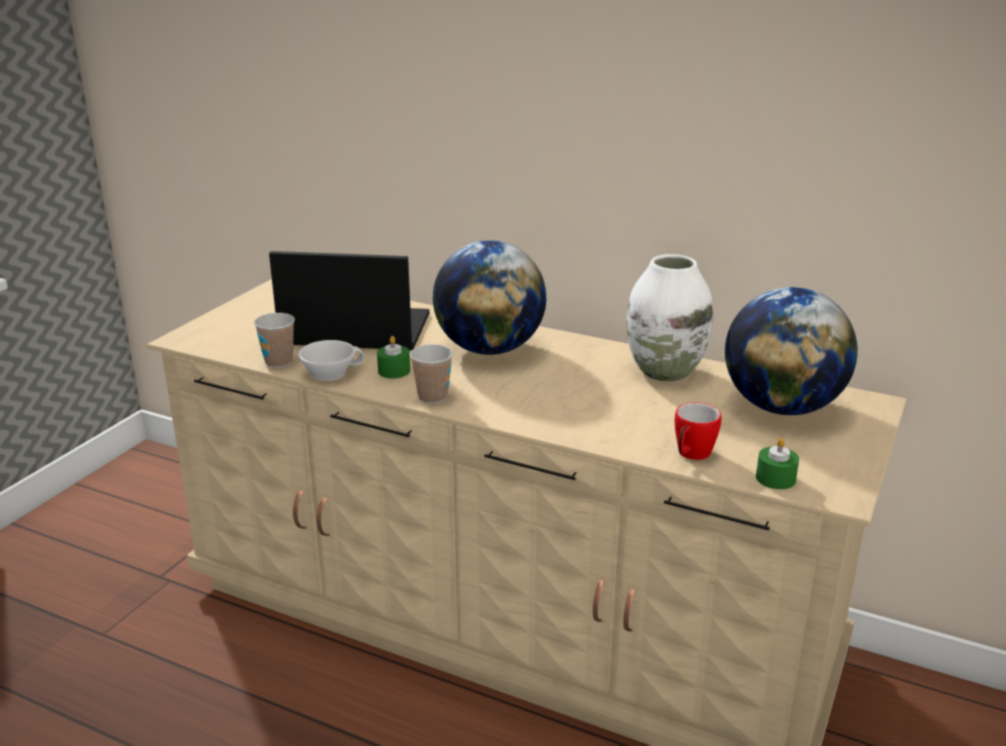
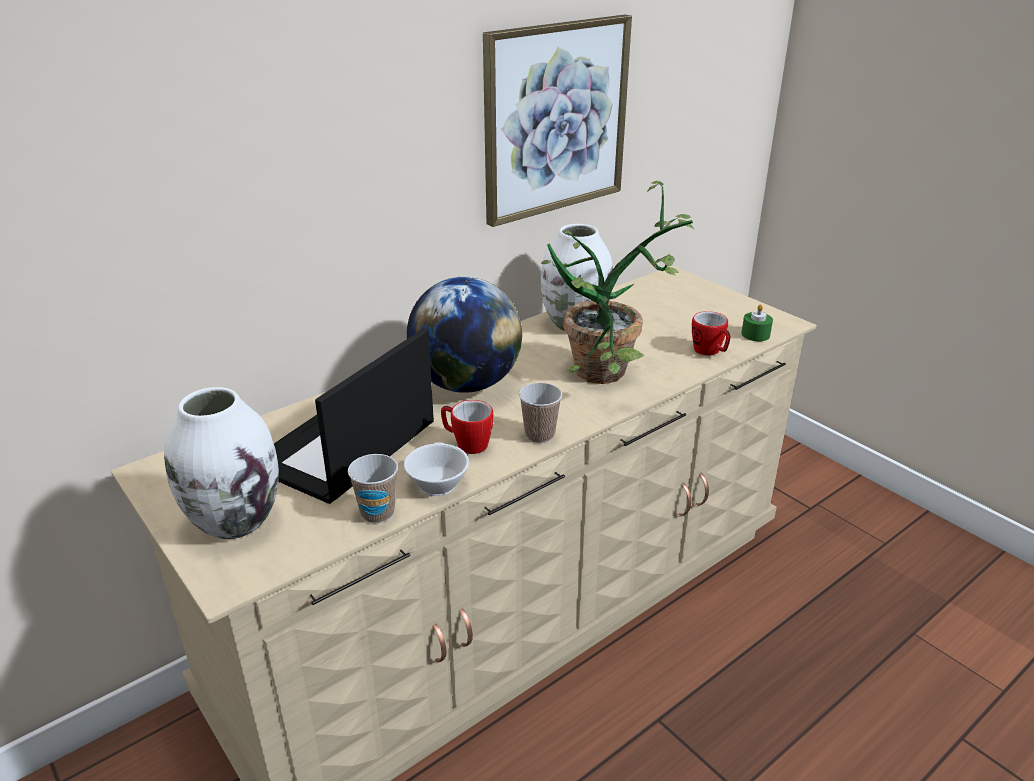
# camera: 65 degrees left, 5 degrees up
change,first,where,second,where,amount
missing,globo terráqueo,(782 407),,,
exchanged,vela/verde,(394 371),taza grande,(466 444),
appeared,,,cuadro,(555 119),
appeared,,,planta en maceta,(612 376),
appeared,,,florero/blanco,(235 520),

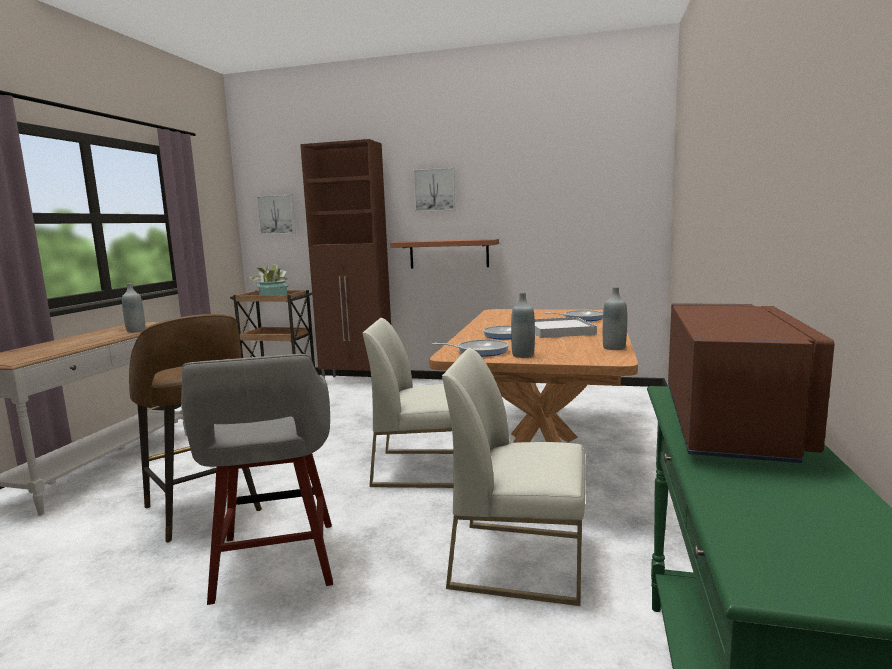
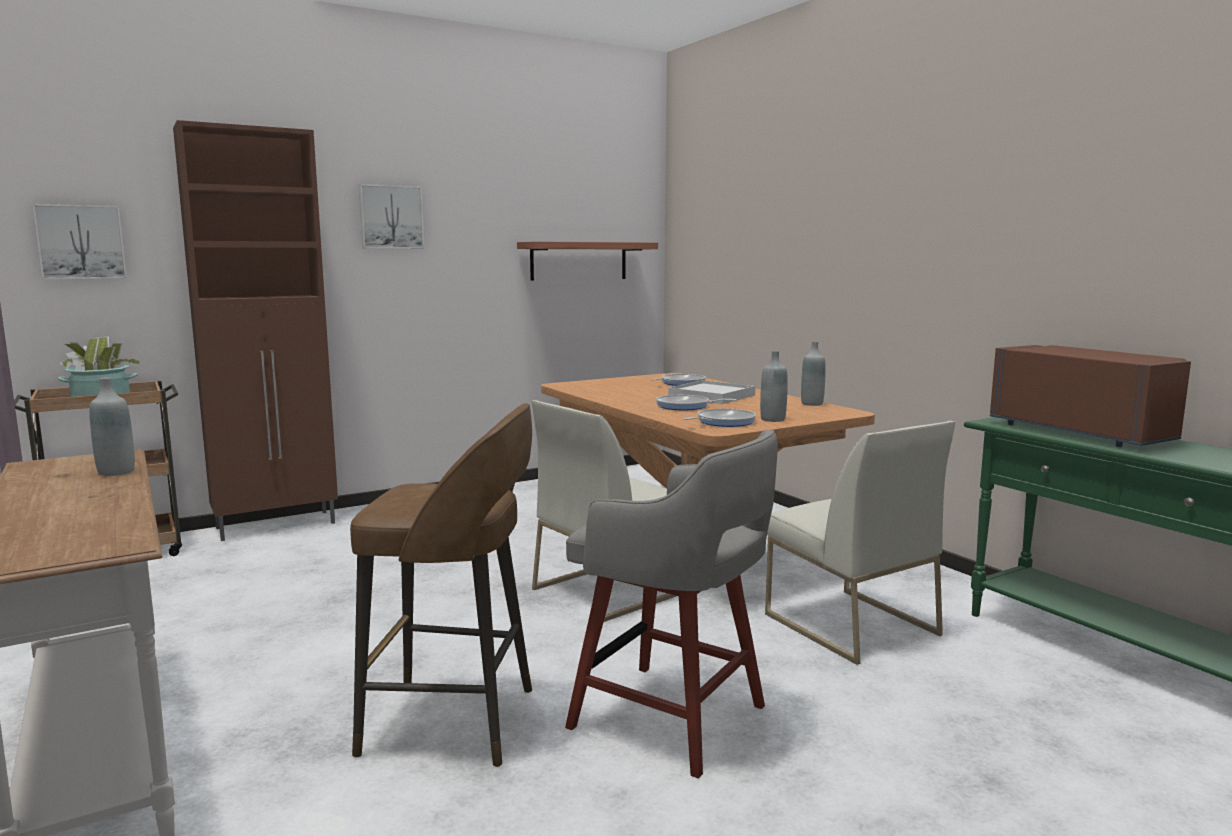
# camera: 45 degrees left, 0 degrees up
change,first,where,second,where,amount
relocated,estante,(449 254),,(579 261),
spun,silla/blanco,(520 560),,(849 624),90 degrees counterclockwise

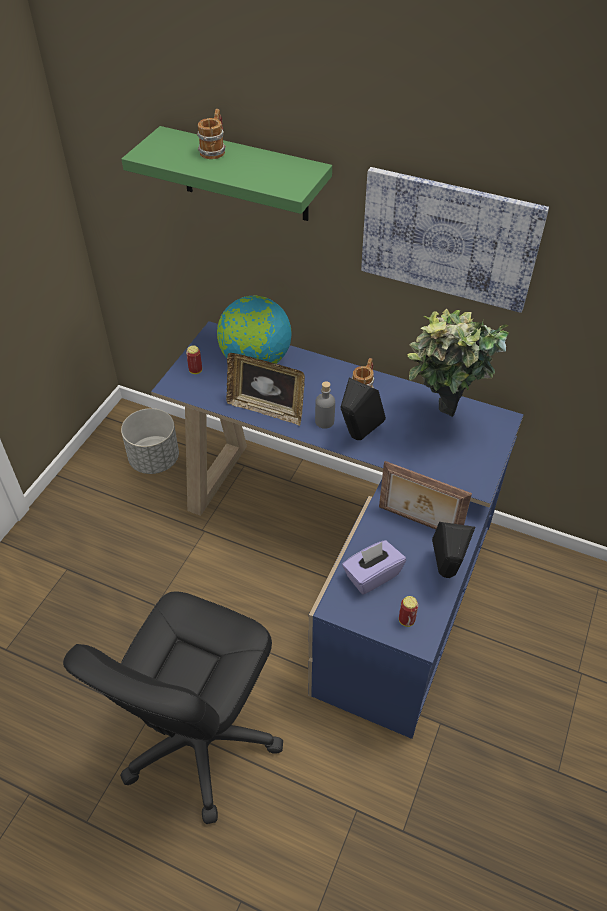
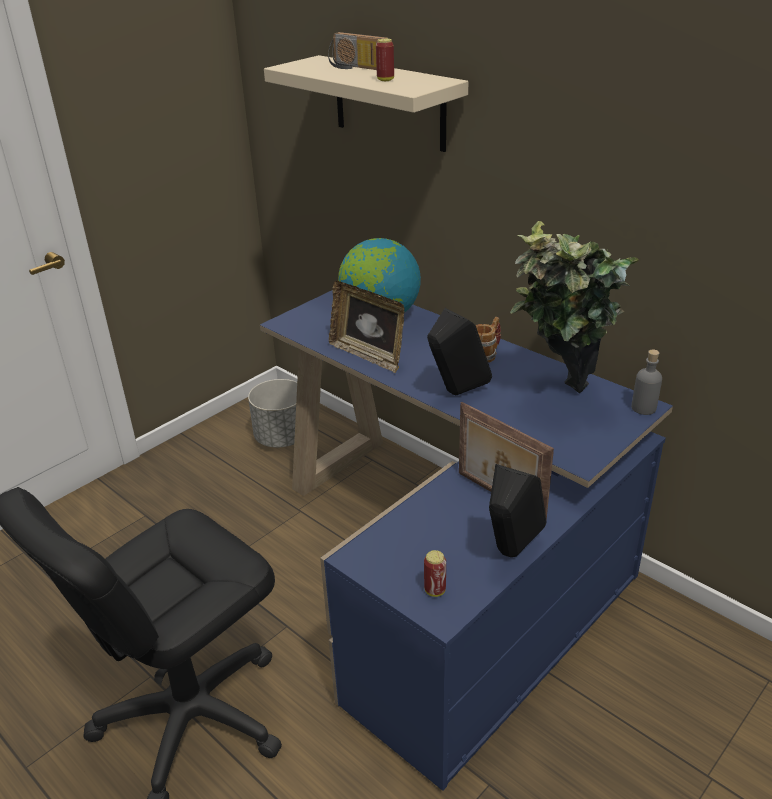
# camera: 20 degrees right, 15 degrees down
change,first,where,second,where,amount
exchanged,taza grande,(214 150),radio,(356 68),
colour,estante/verde,(245 175),estante/beis,(389 103),
missing,cuadro,(449 238),,,
relocated,lata,(195 371),,(385 80),
relocated,botella/gris,(324 421),,(643 408),
missing,caja de pañuelos/morado,(372 575),,,

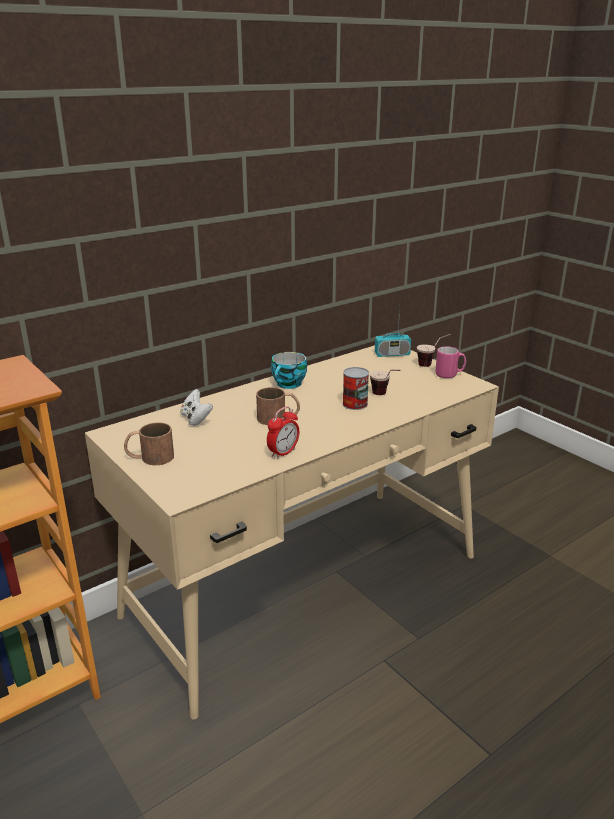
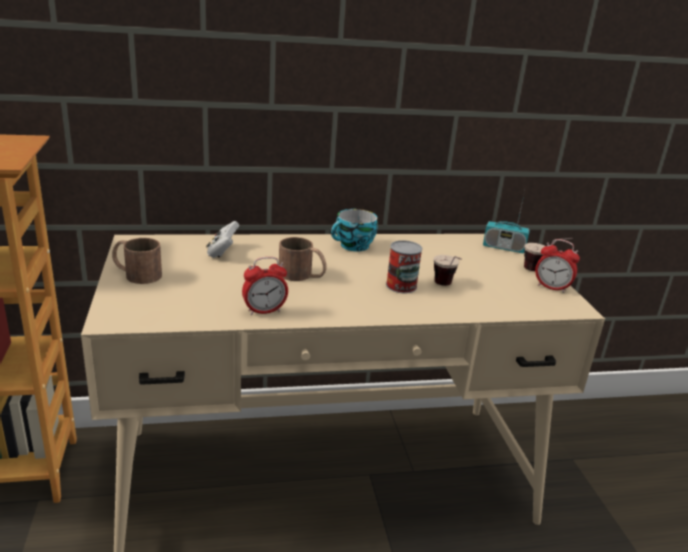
# camera: 25 degrees right, 0 degrees up
change,first,where,second,where,amount
exchanged,taza grande/rosa,(449 375),despertador,(551 288),

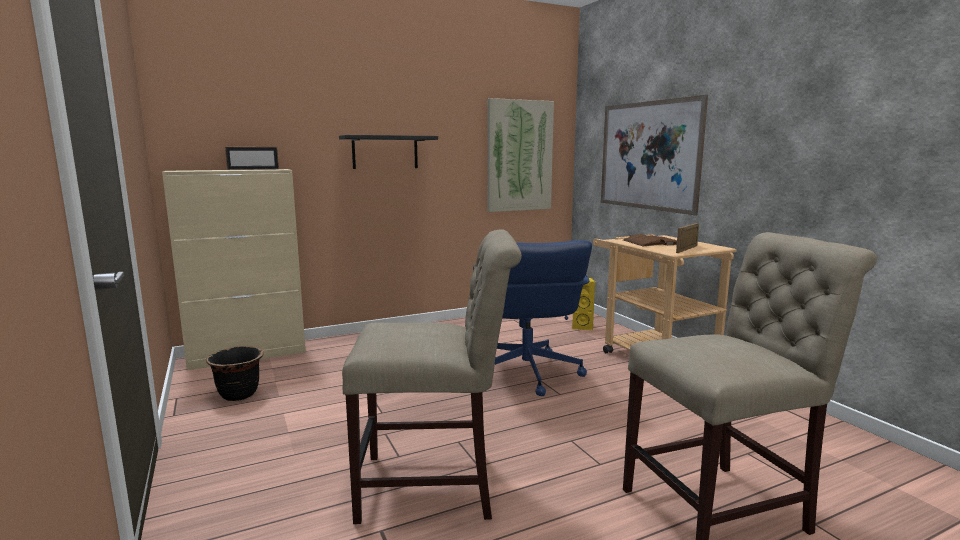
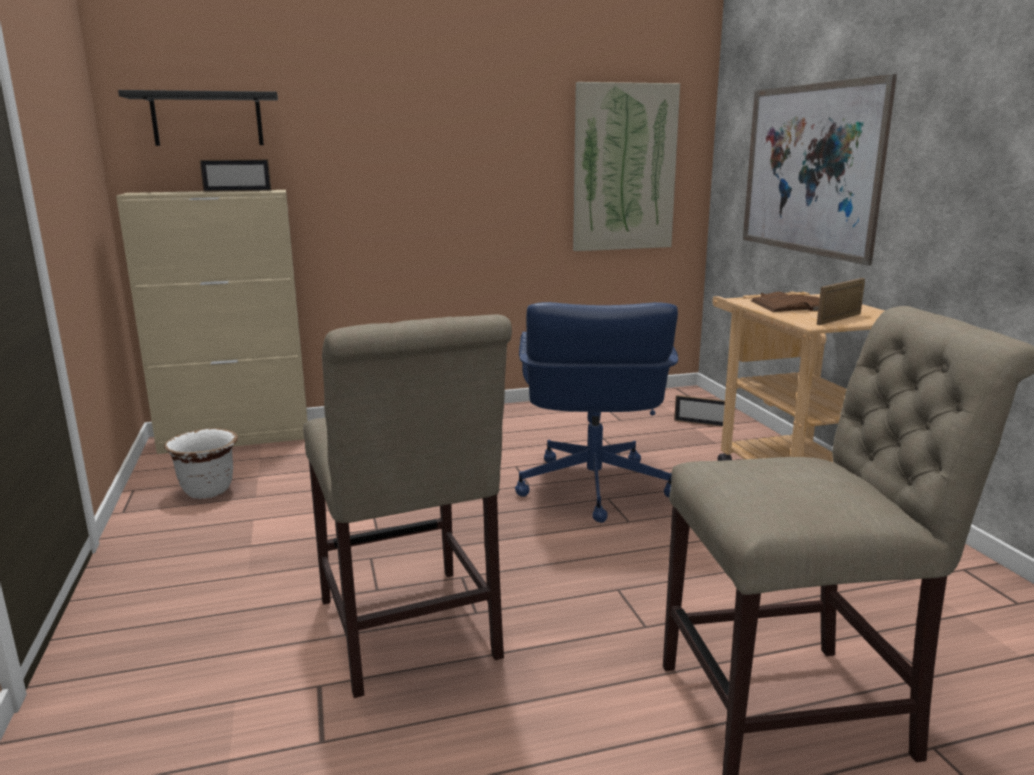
# camera: 10 degrees right, 5 degrees up
change,first,where,second,where,amount
relocated,estante/negro,(385 152),,(207 119),
spun,silla/beis,(436 486),,(409 635),60 degrees clockwise
exchanged,altavoz/amarillo,(583 327),portarretratos,(703 423),
colour,maceta/negro,(239 394),maceta/blanco,(208 491),

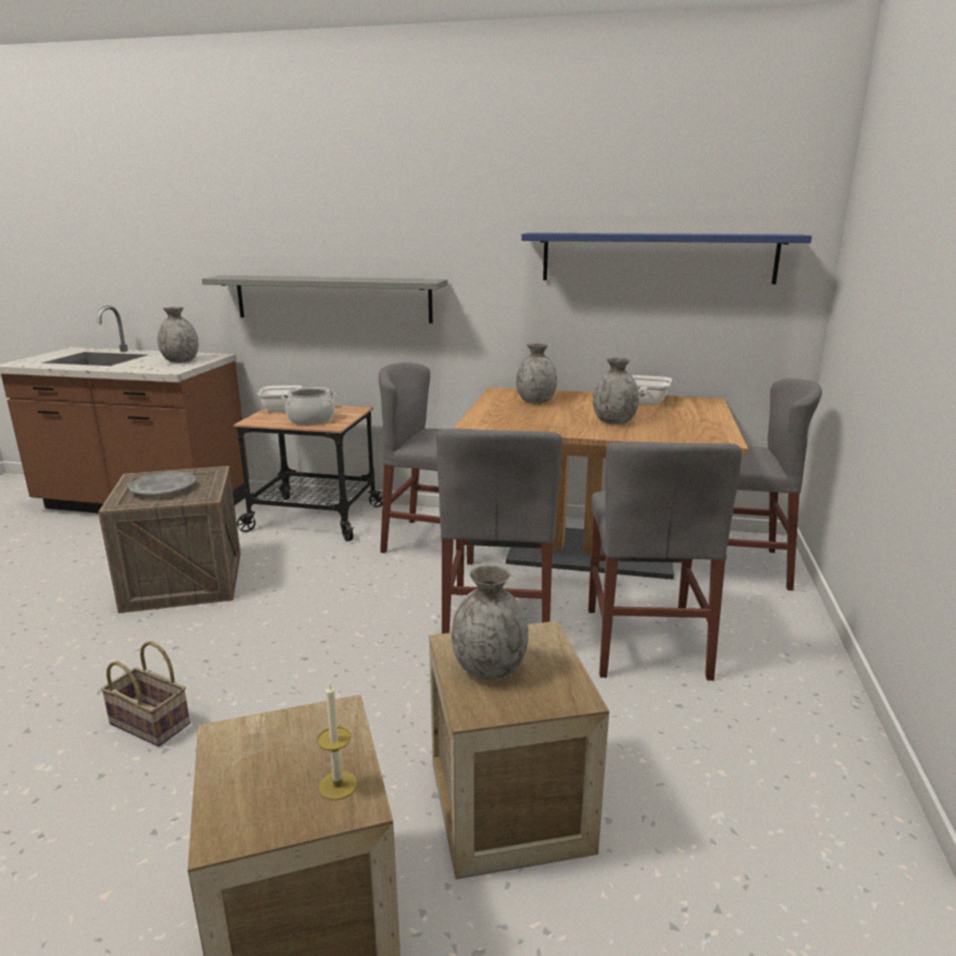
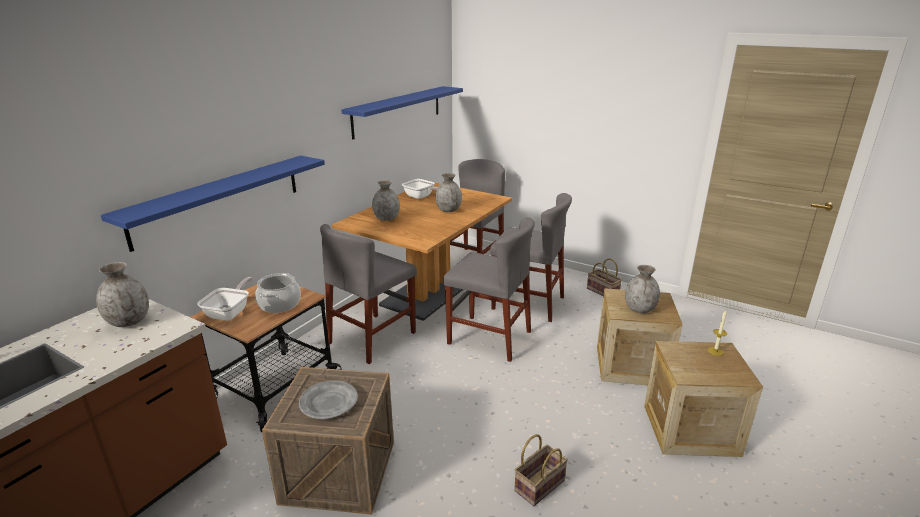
# camera: 70 degrees left, 5 degrees up
change,first,where,second,where,amount
colour,estante/gris,(332 298),estante/azul,(220 199),
appeared,,,cesta,(603 291),

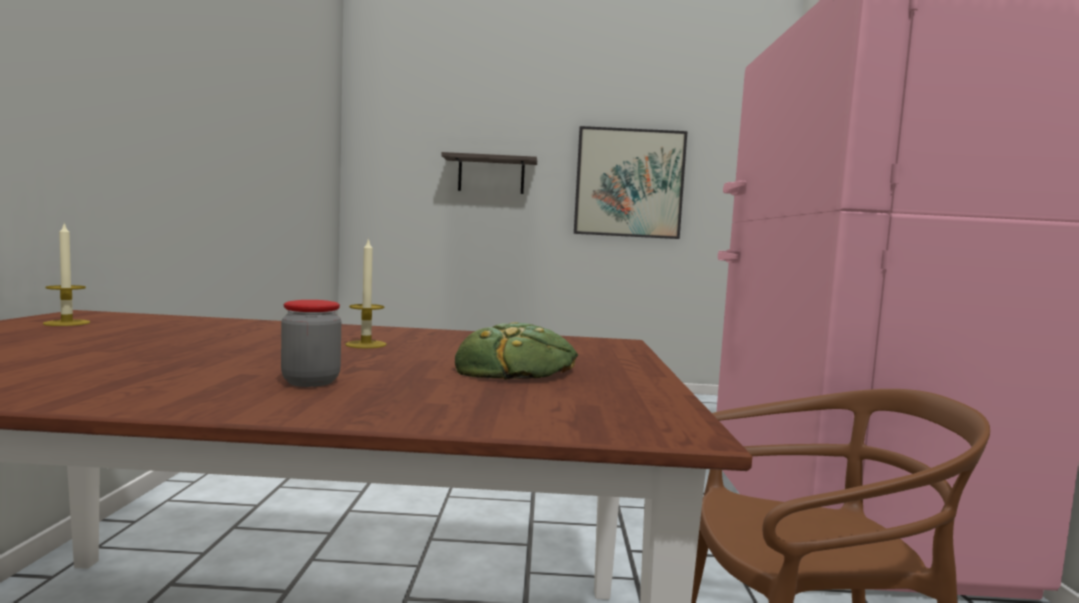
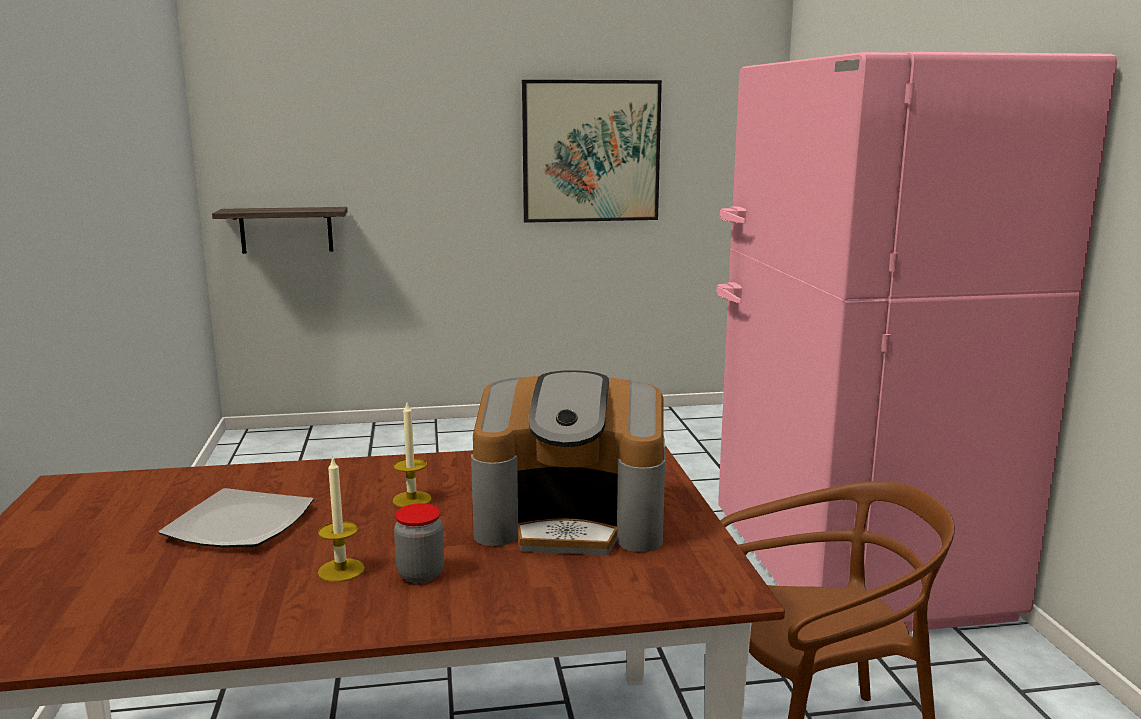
# camera: 10 degrees left, 10 degrees up
change,first,where,second,where,amount
relocated,estante,(491 175),,(286 230),
relocated,vela,(67 323),,(341 570),
exchanged,pan,(515 368),cafetera,(572 520),
appeared,,,plato,(239 523),

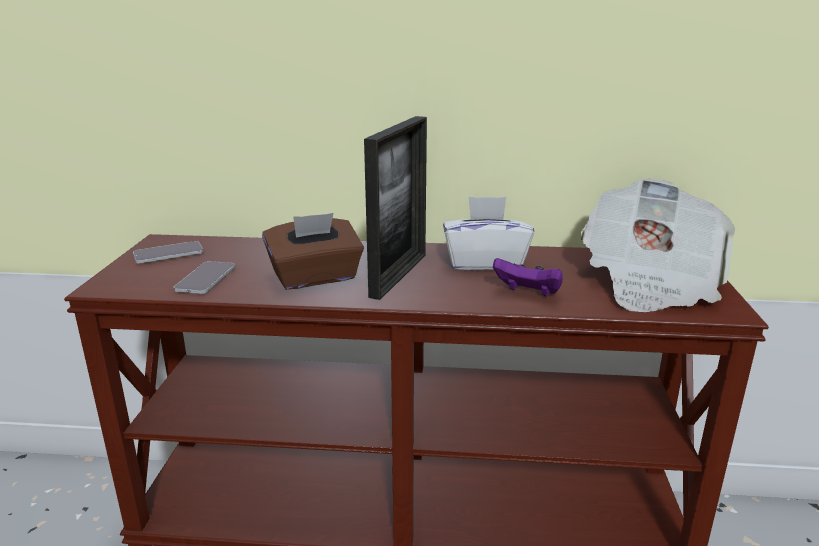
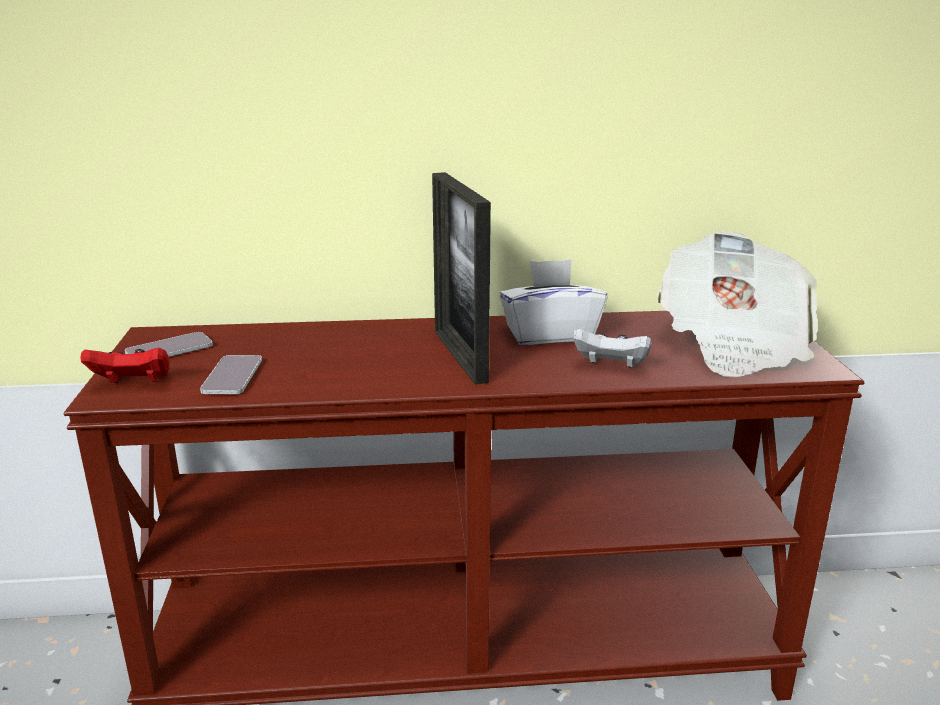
# camera: 10 degrees left, 0 degrees up
change,first,where,second,where,amount
spun,portarretratos,(399 275),,(460 355),150 degrees clockwise
missing,caja de pañuelos/marrón,(315 278),,,
colour,mando de consola/morado,(528 293),mando de consola/blanco,(611 366),
appeared,,,mando de consola/rojo,(133 383),

